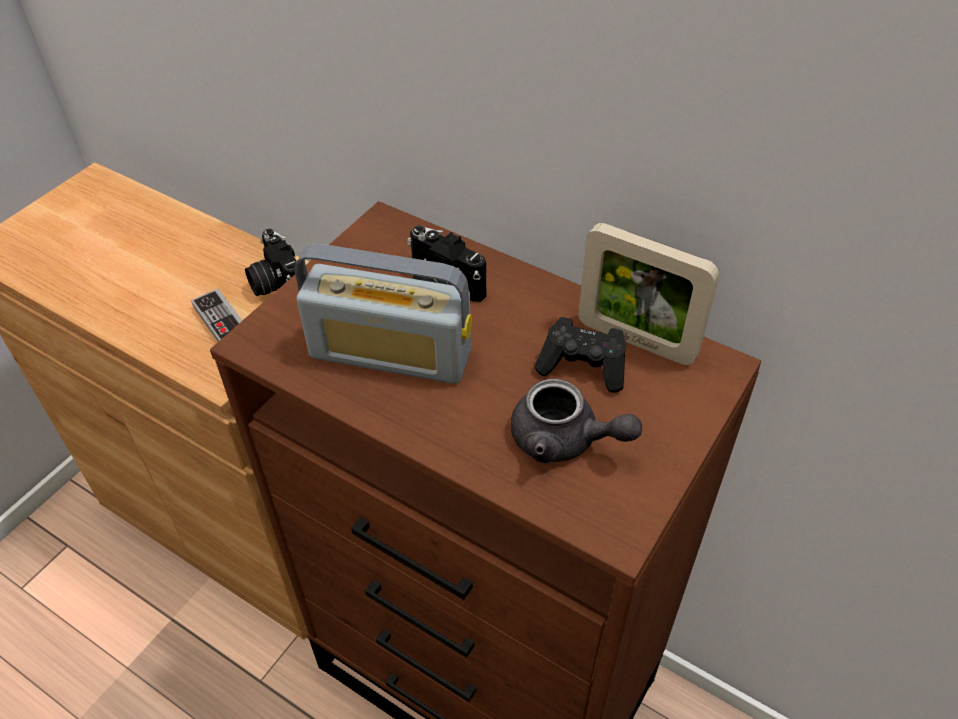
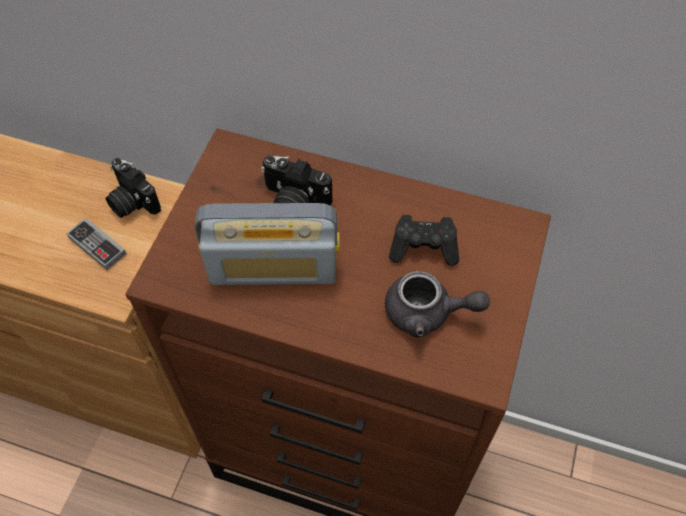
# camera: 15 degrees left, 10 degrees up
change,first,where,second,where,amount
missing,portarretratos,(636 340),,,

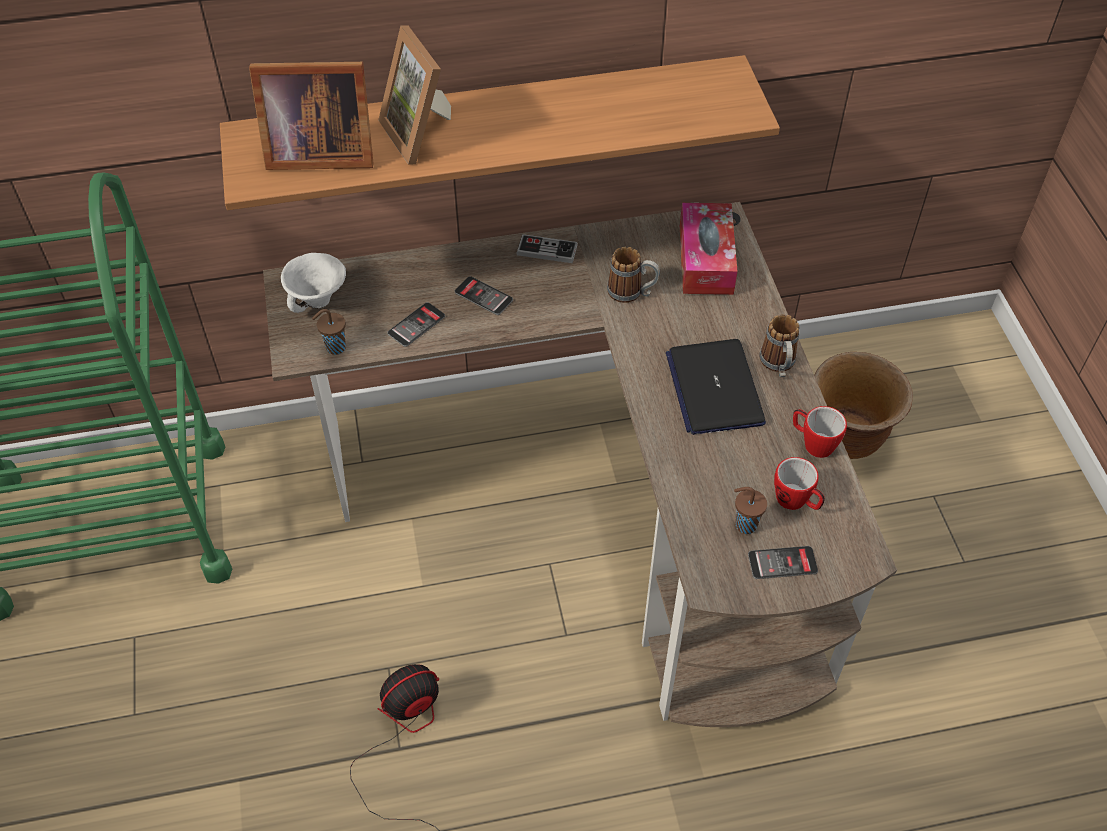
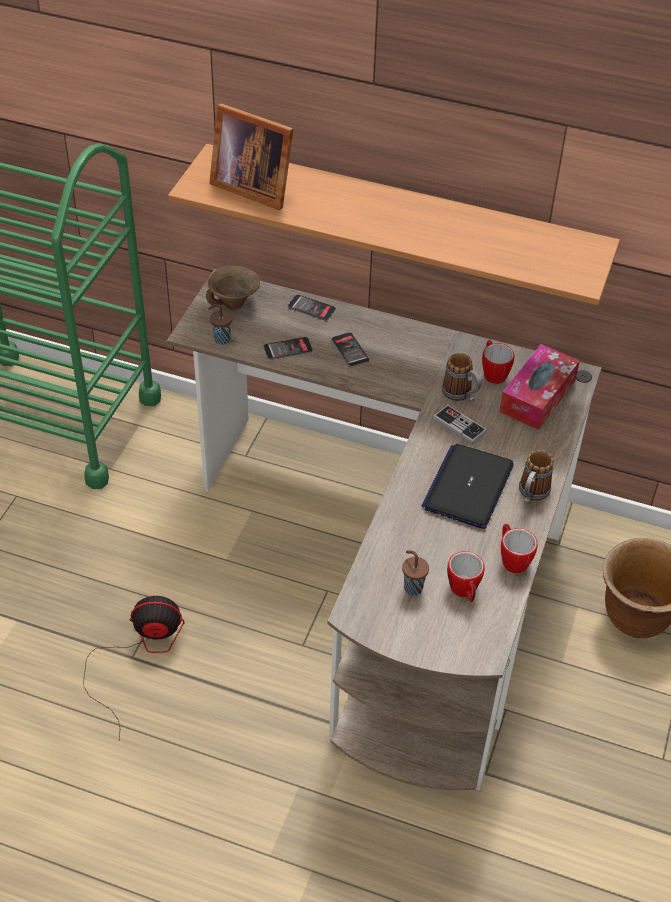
# camera: 30 degrees right, 5 degrees down
change,first,where,second,where,amount
missing,portarretratos,(422 134),,,
relocated,mando de consola,(547 250),,(459 426),
colour,cuenco/blanco,(318 300),cuenco/marrón,(234 304),
relocated,móvil,(782 563),,(311 308),
appeared,,,taza grande,(493 372),

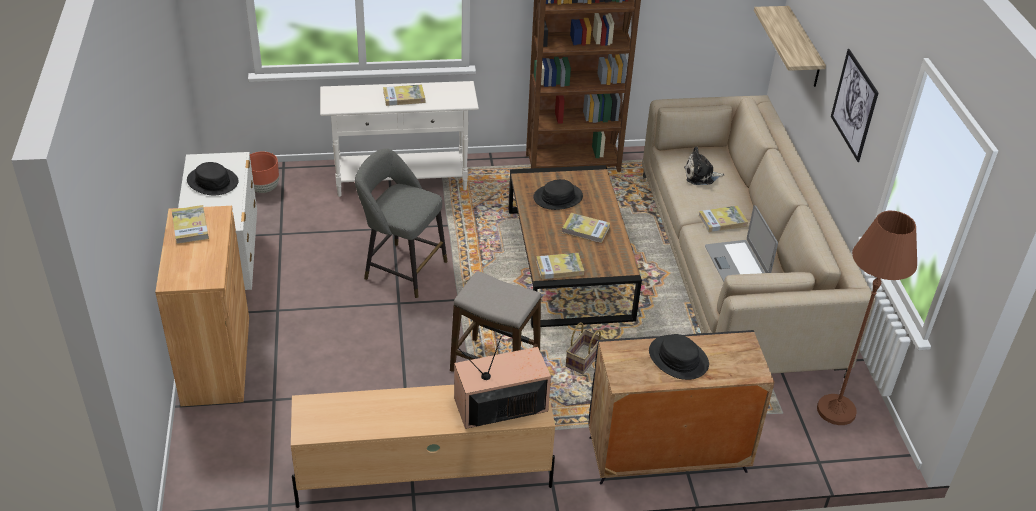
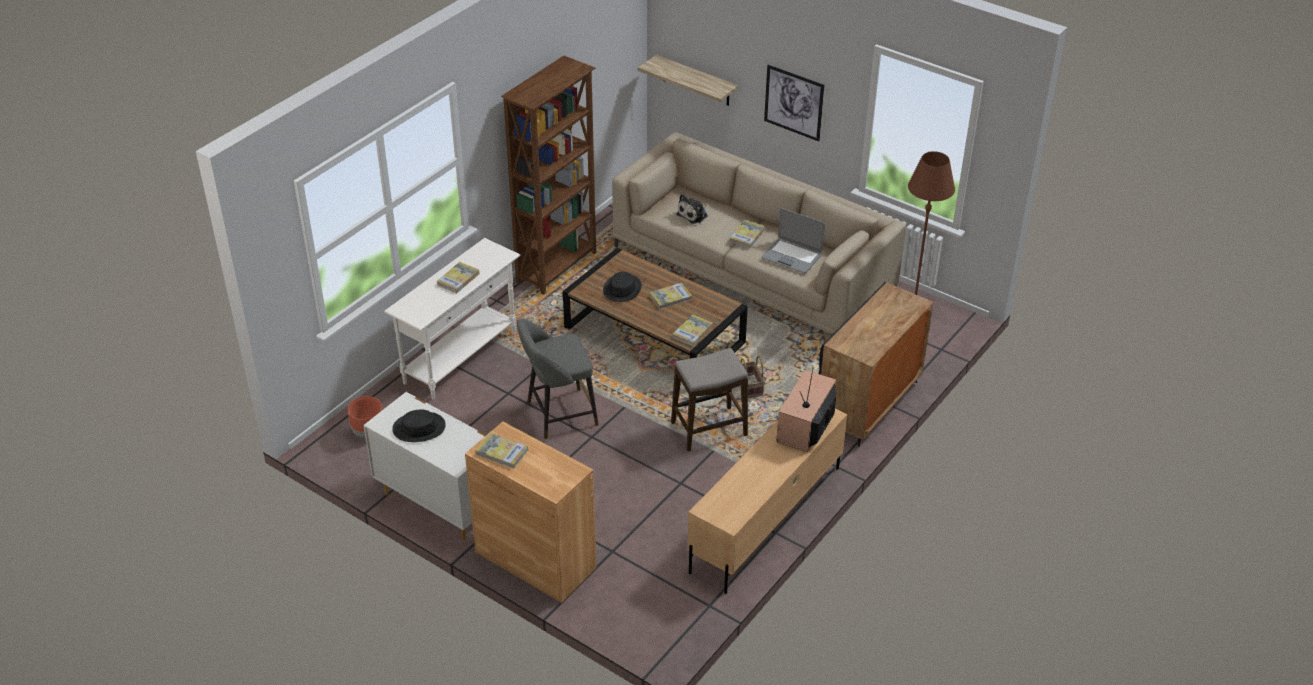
# camera: 45 degrees left, 0 degrees up
change,first,where,second,where,amount
missing,sombrero/negro,(678 358),,,

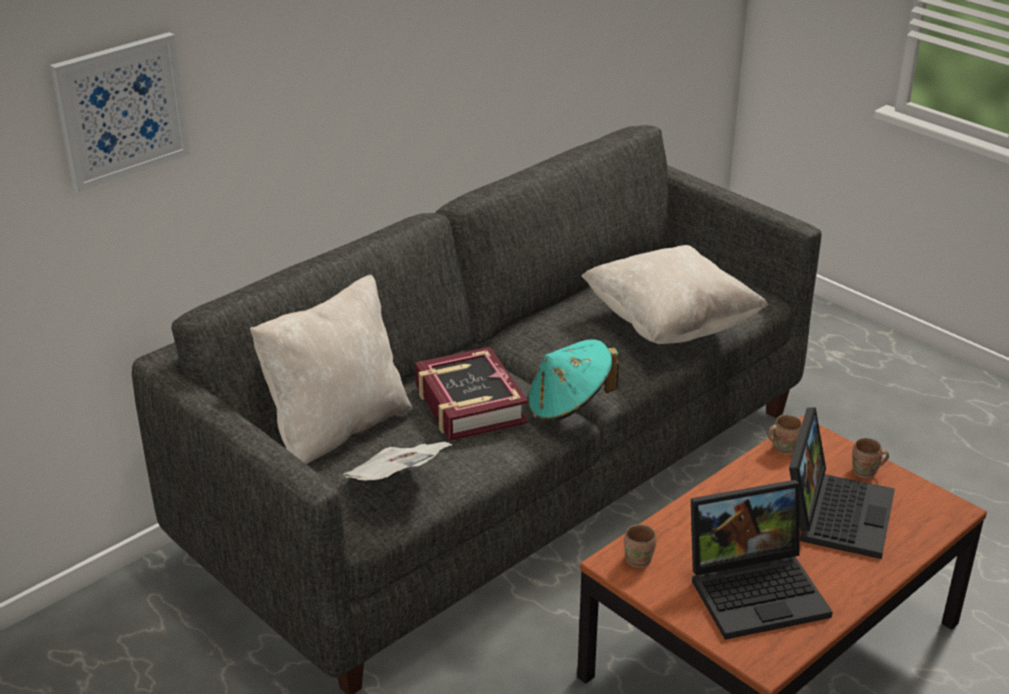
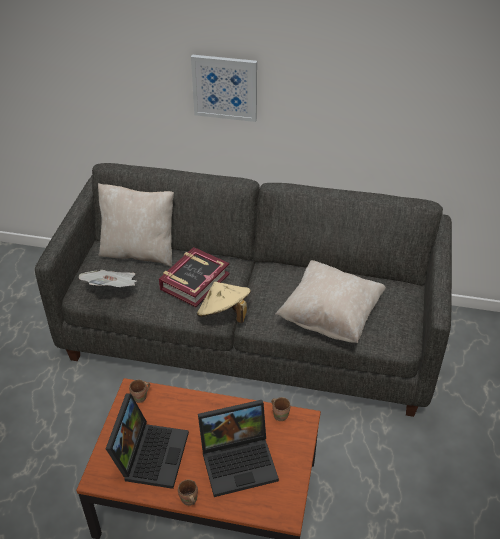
# camera: 55 degrees right, 10 degrees up
change,first,where,second,where,amount
relocated,cuadro,(121 110),,(225 87),
colour,sombrero/turquesa,(569 406),sombrero/beis,(224 315),
relocated,taza grande/marrón,(865 473),,(188 500),
spun,portátil,(758 589),,(150 453),120 degrees counterclockwise

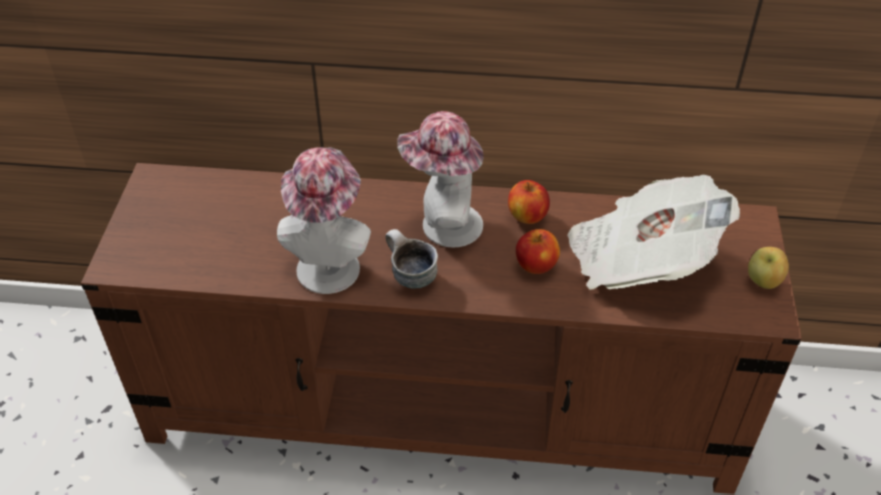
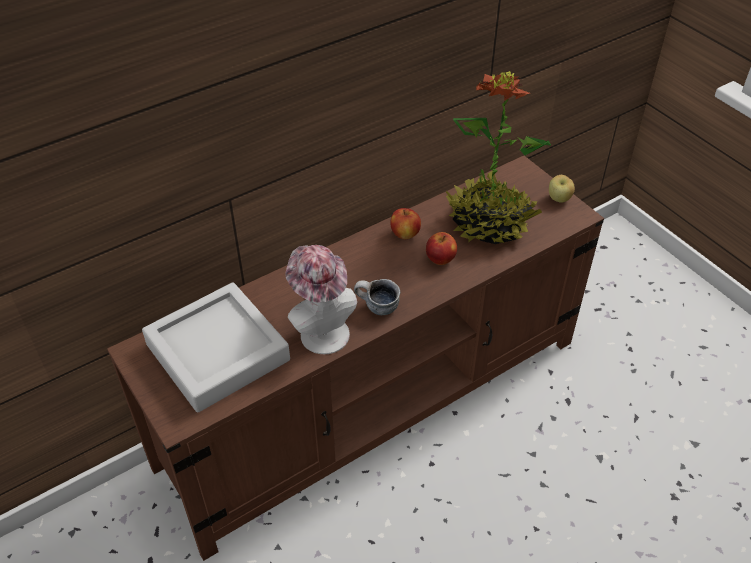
# camera: 40 degrees left, 0 degrees up
change,first,where,second,where,amount
missing,sombrero,(443 225),,,
exchanged,periódico,(640 259),planta en maceta,(489 223),
appeared,,,bandeja/gris,(218 352),

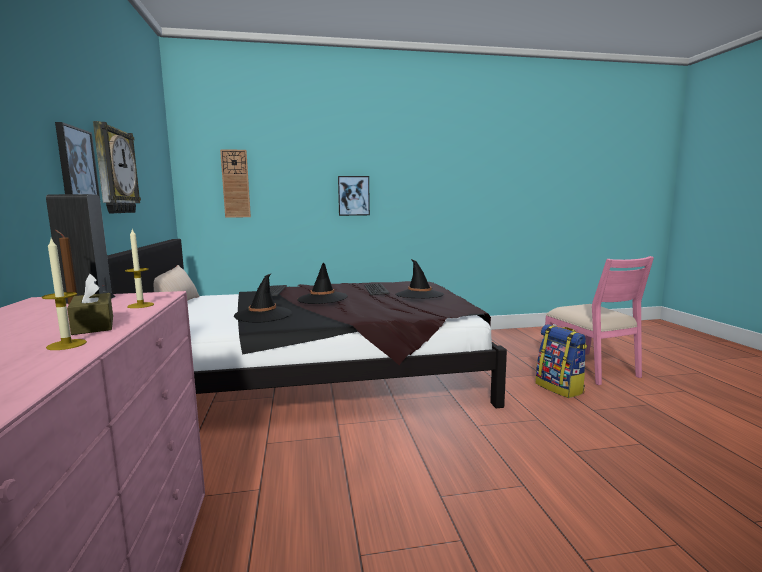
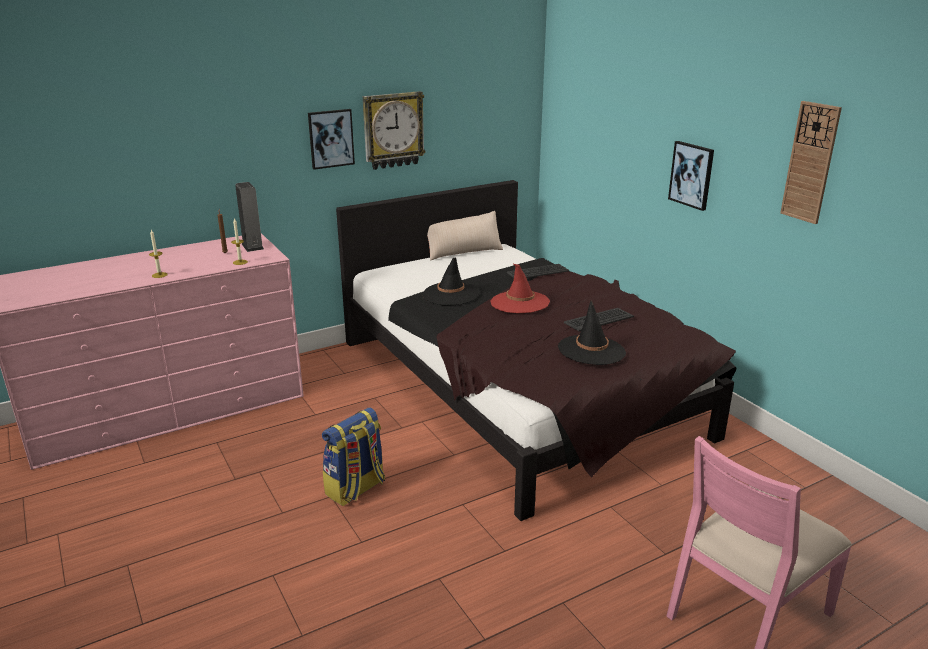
# camera: 70 degrees right, 15 degrees up
change,first,where,second,where,amount
relocated,reloj de pared,(235 184),,(810 162),
colour,sombrero/negro,(322 298),sombrero/rojo,(519 302),
missing,caja de pañuelos/marrón,(93 325),,,
relocated,mochila,(560 388),,(356 489),

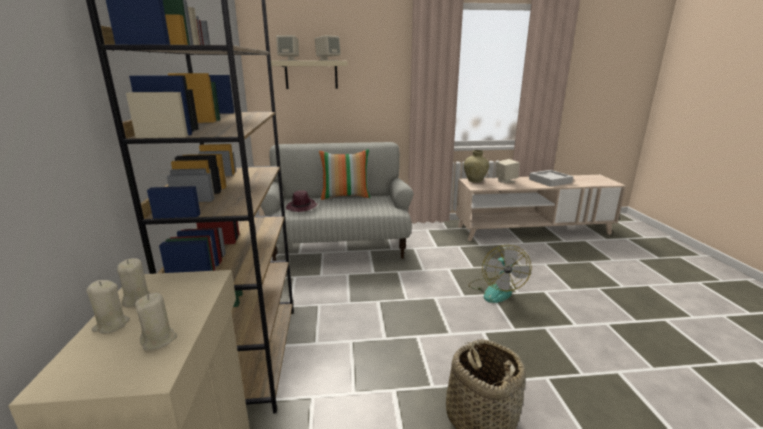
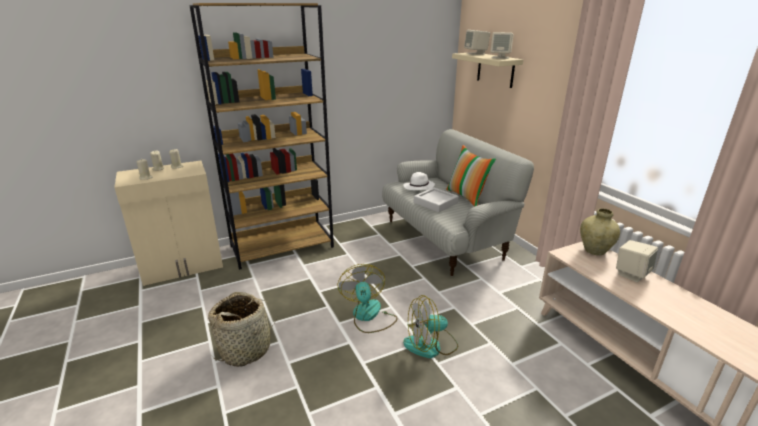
# camera: 70 degrees right, 5 degrees up
change,first,where,second,where,amount
relocated,bandeja/gris,(550 181),,(435 203),
colour,sombrero/morado,(302 208),sombrero/blanco,(418 187),
appeared,,,ventilador,(368 316),

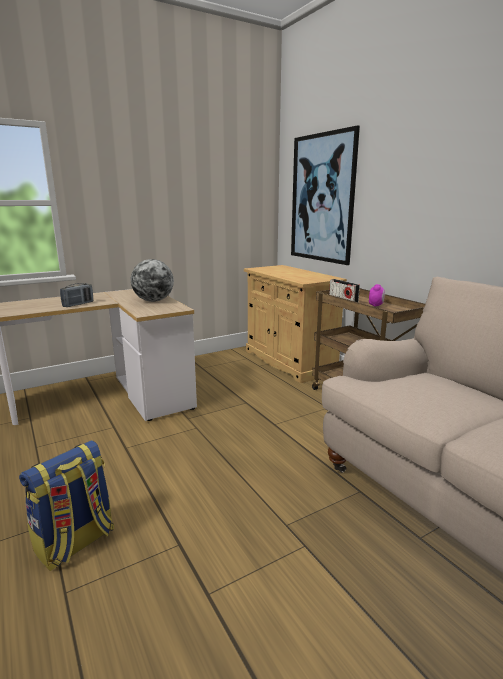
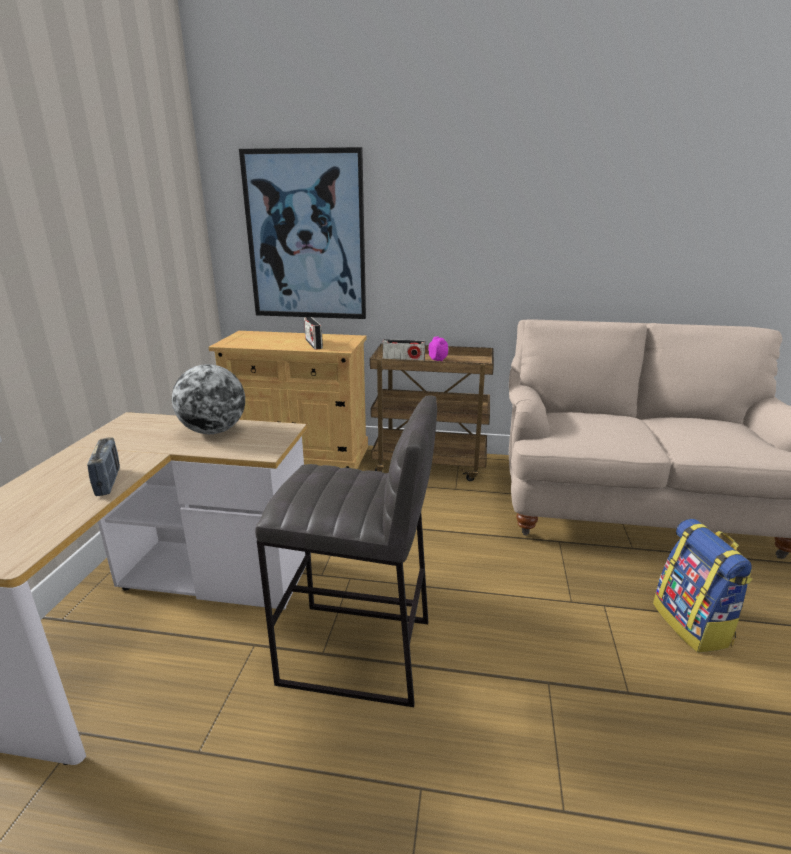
# camera: 50 degrees left, 5 degrees up
change,first,where,second,where,amount
relocated,mochila,(75 543),,(692 625),
appeared,,,radio,(313 344),
appeared,,,taburete/gris,(357 653),

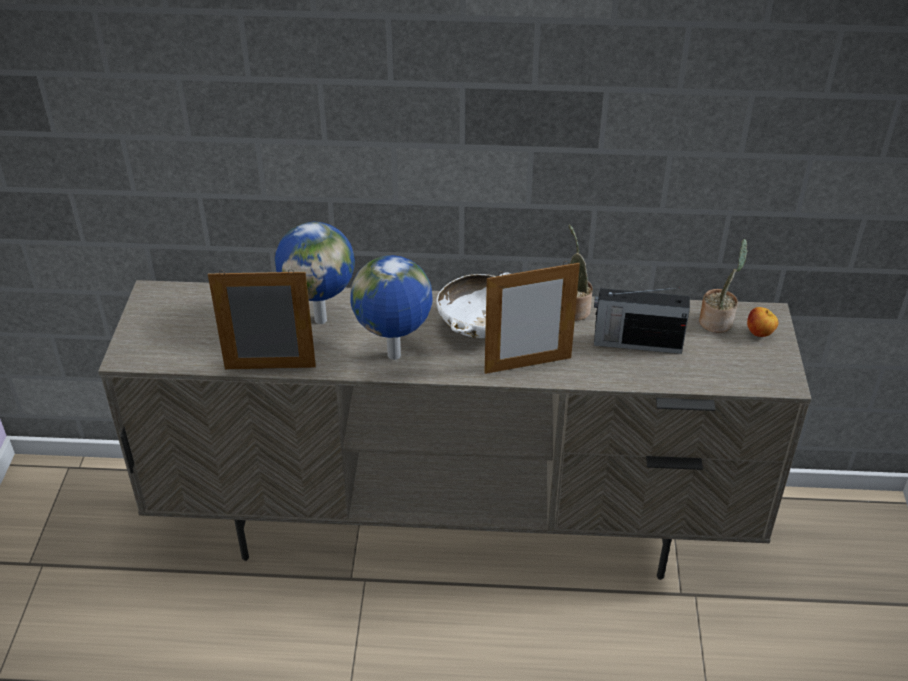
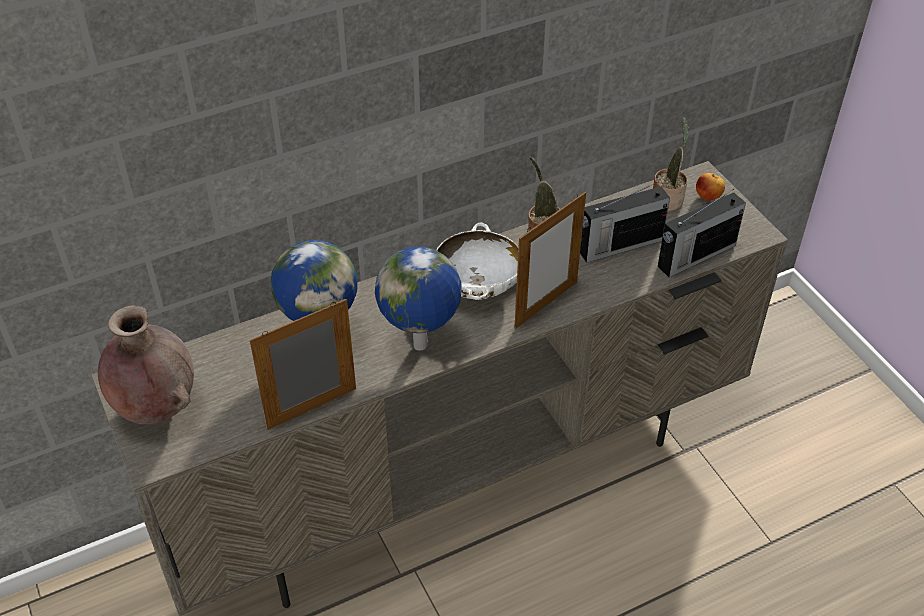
# camera: 30 degrees left, 5 degrees up
change,first,where,second,where,amount
appeared,,,radio,(695 256),
appeared,,,florero/marrón,(156 408),

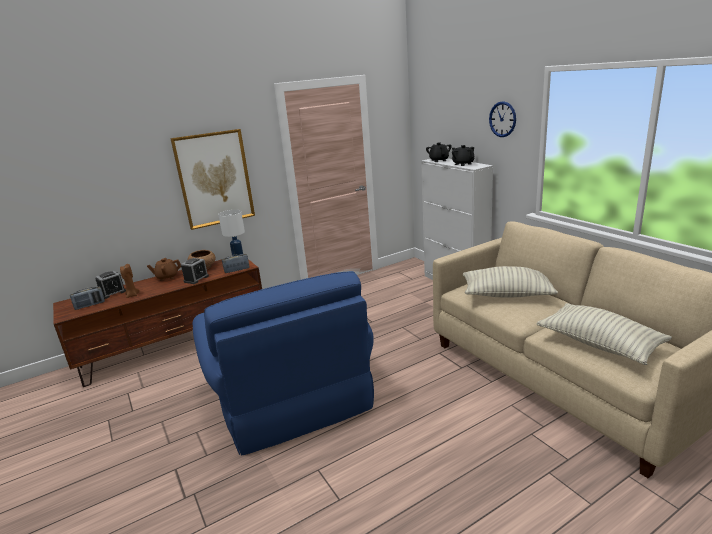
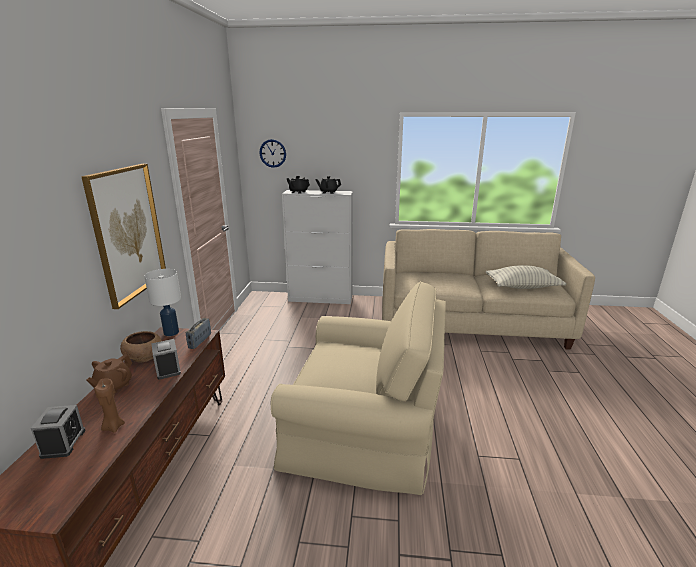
# camera: 55 degrees left, 0 degrees up
change,first,where,second,where,amount
relocated,reloj de pared,(502 119),,(272 153),
missing,cojín,(507 294),,,
colour,sillón/azul,(290 395),sillón/beis,(364 430),
missing,radio,(90 305),,,

